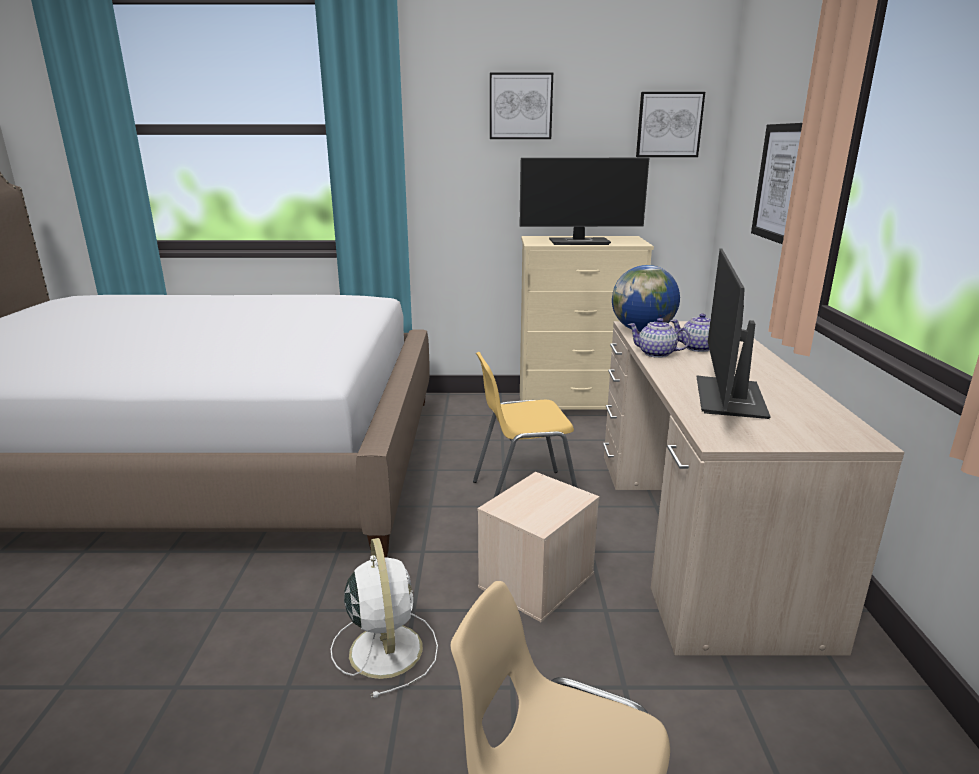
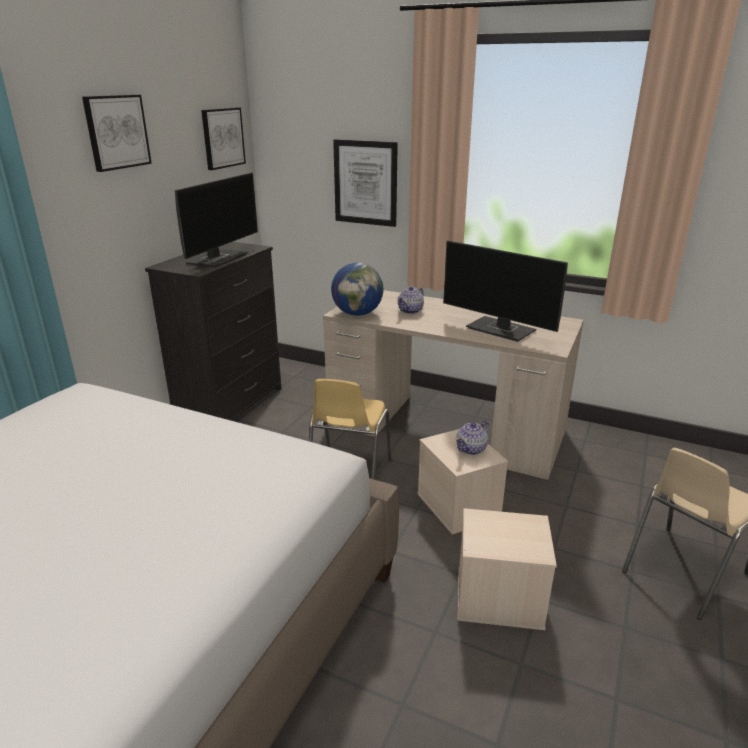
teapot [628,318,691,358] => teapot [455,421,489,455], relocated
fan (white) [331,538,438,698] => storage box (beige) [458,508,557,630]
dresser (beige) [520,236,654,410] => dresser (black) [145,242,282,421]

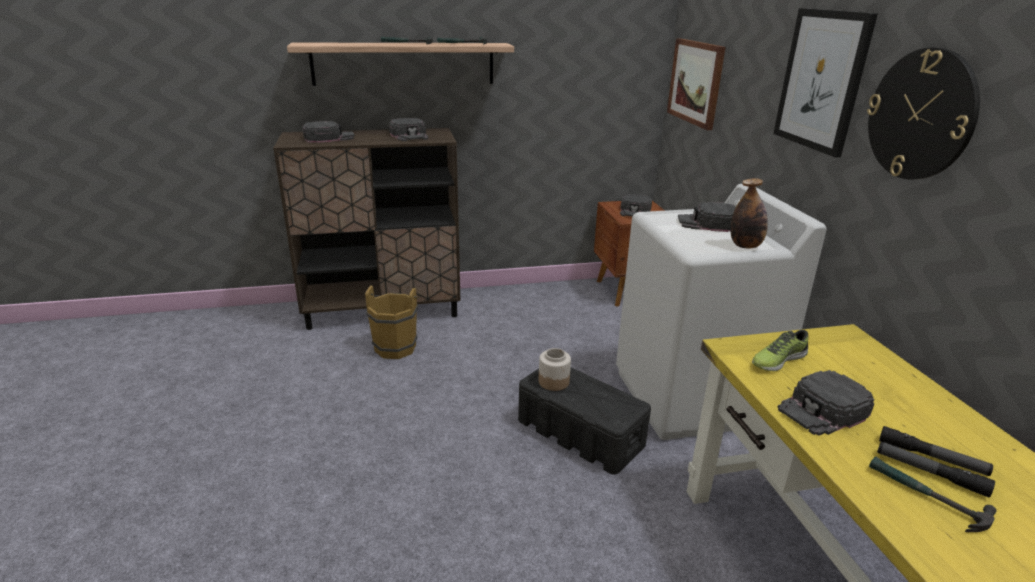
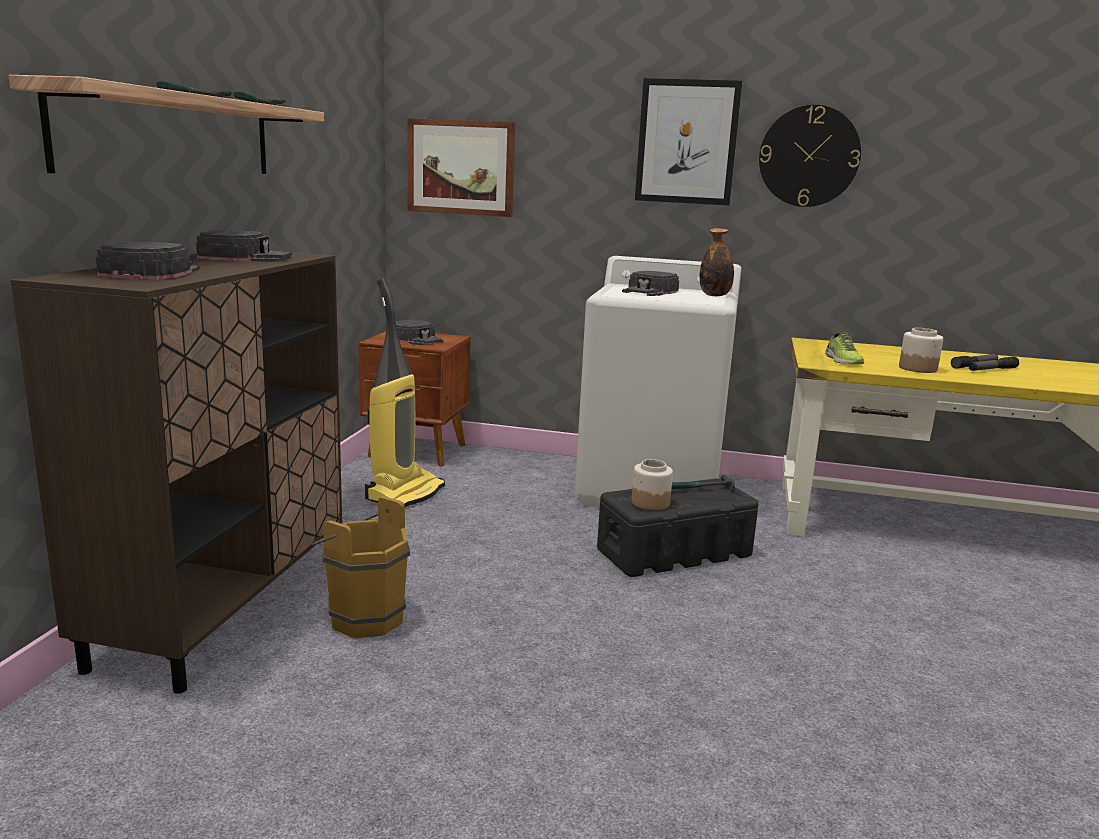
nothing => vacuum cleaner [365,278,445,507]
hammer [869,457,996,532] => hammer [672,475,735,492], relocated
cap (black) [777,370,875,436] => jar [899,328,943,373]

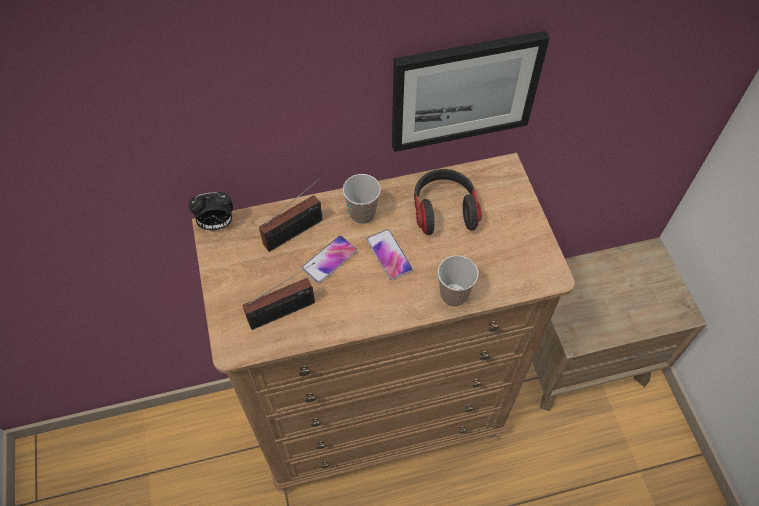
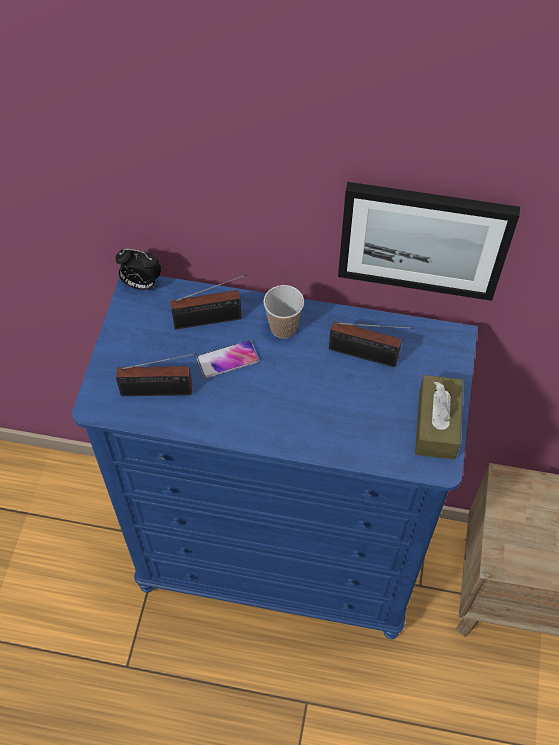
phone [367,229,413,280] => nothing
cup [437,255,479,306] => nothing
nothing => tissue box (brown) [415,375,463,460]
headphones [414,169,482,235] => radio [329,321,413,367]
dresser (brown) [192,153,575,494] => dresser (blue) [72,276,478,639]

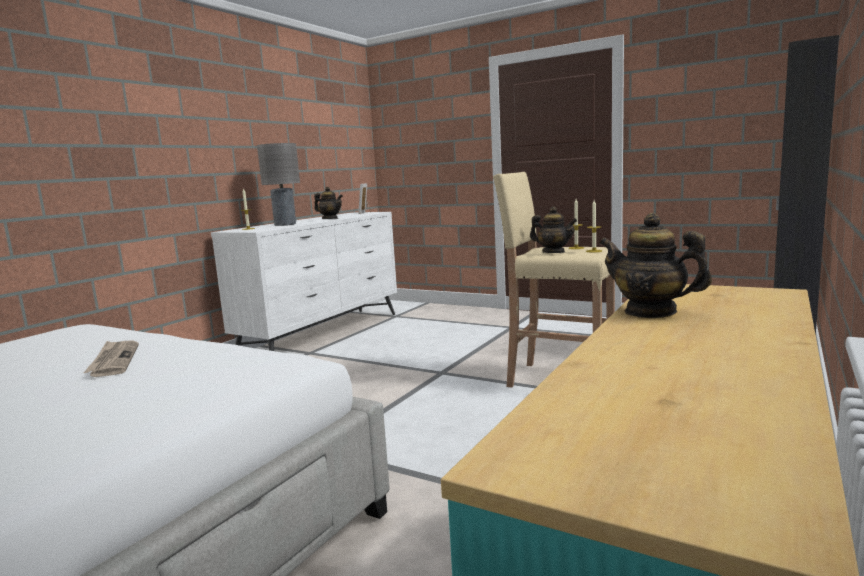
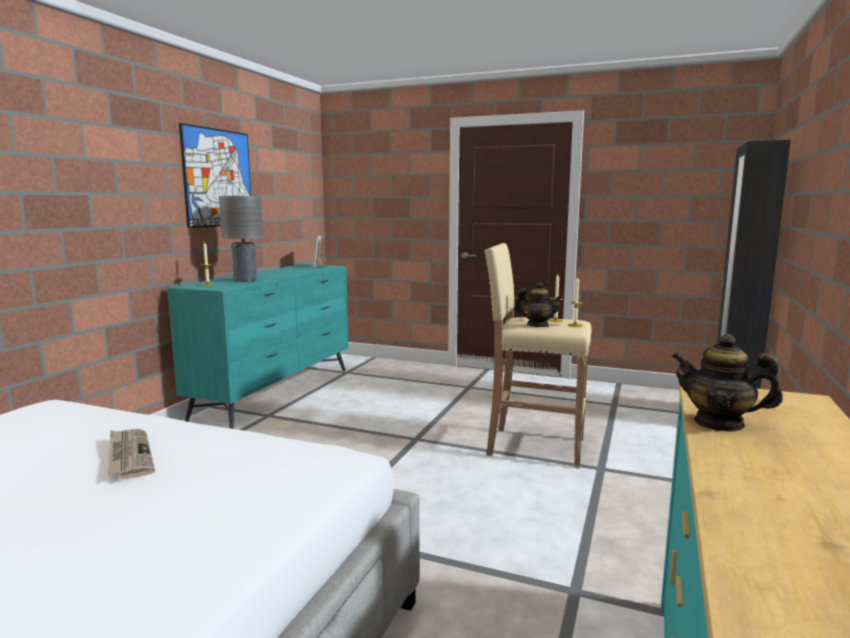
teapot [314,187,343,219] => nothing
nothing => picture [179,123,251,228]
dresser (white) [211,212,397,351] => dresser (turquoise) [167,264,348,429]

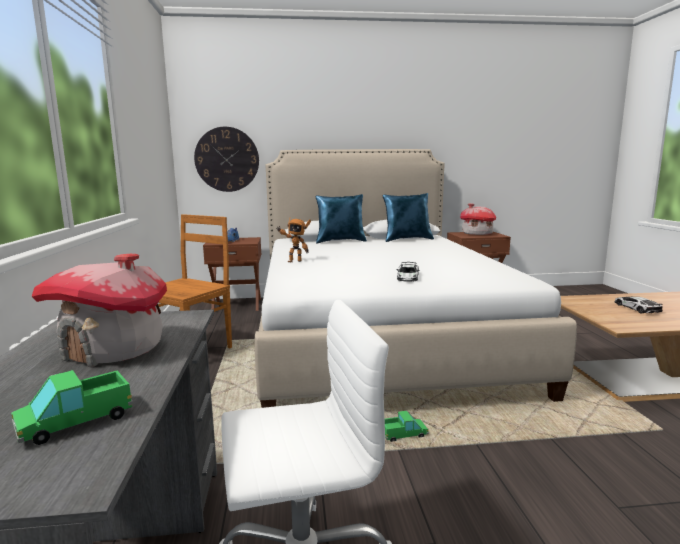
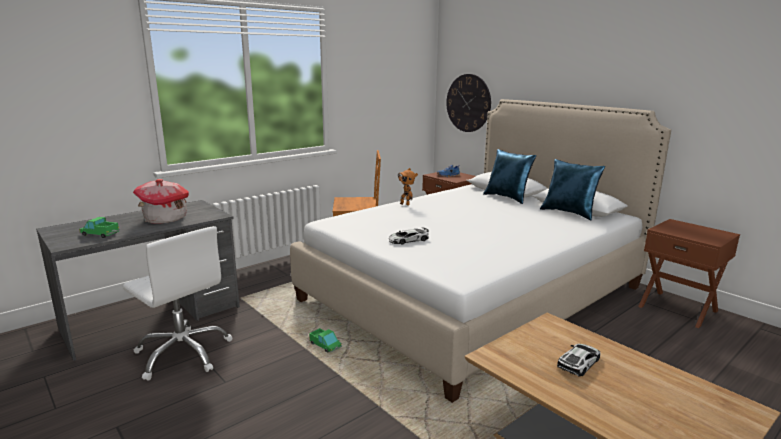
toy house [460,203,496,235] => nothing

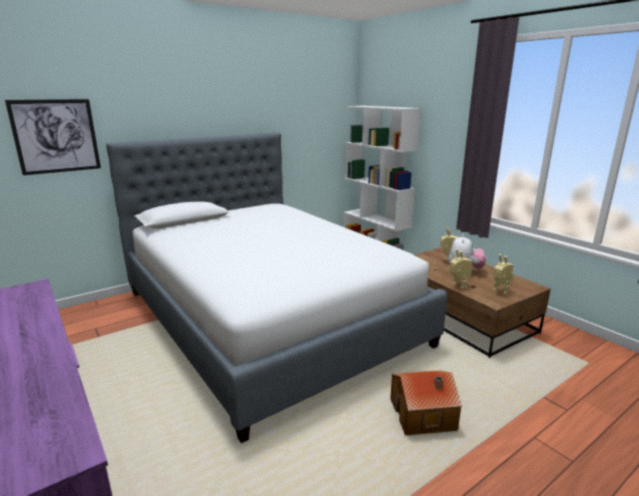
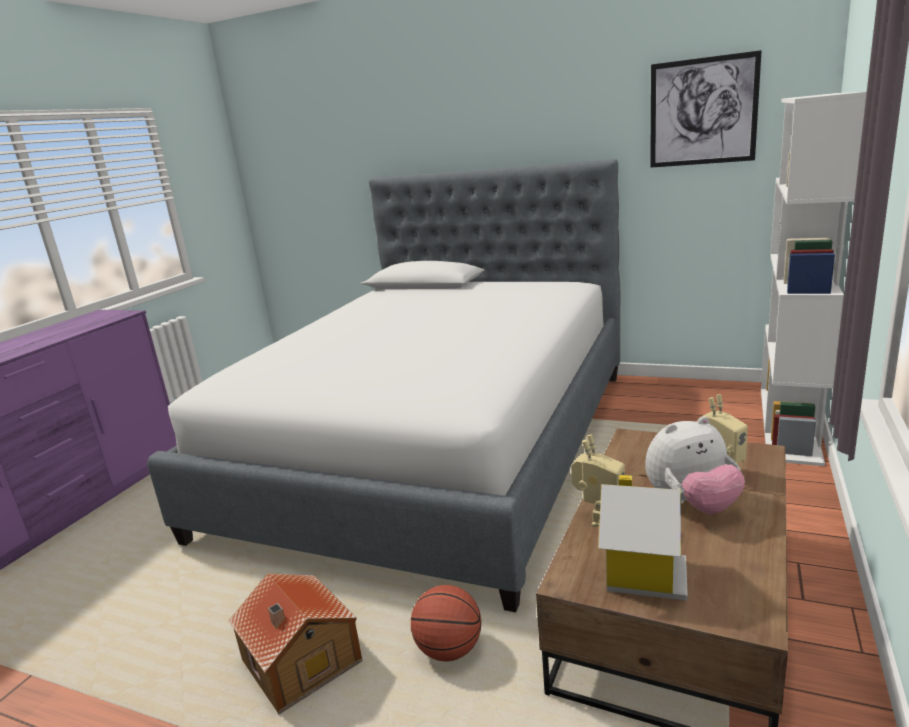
nothing => basketball [411,585,481,661]
picture [5,99,101,175] => picture [650,50,762,168], relocated
toy robot [493,254,514,294] => toy house [598,475,688,601]

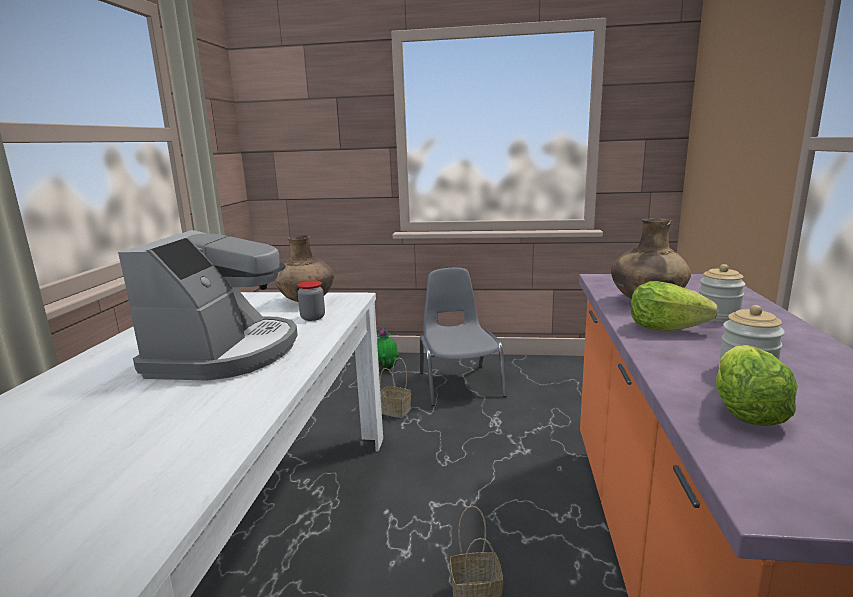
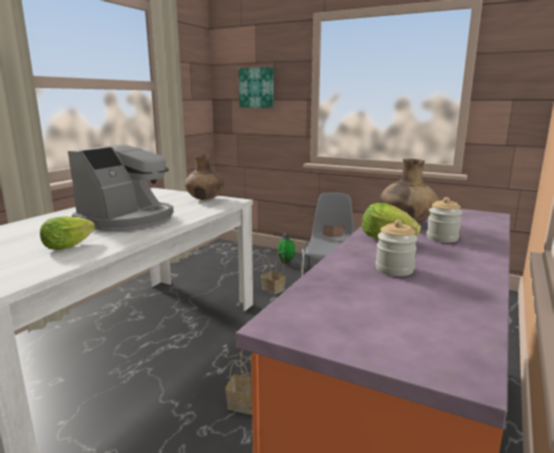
jar [297,281,325,321] => nothing
nothing => picture [239,67,274,108]
lettuce [716,345,798,426] => lettuce [40,216,95,250], relocated

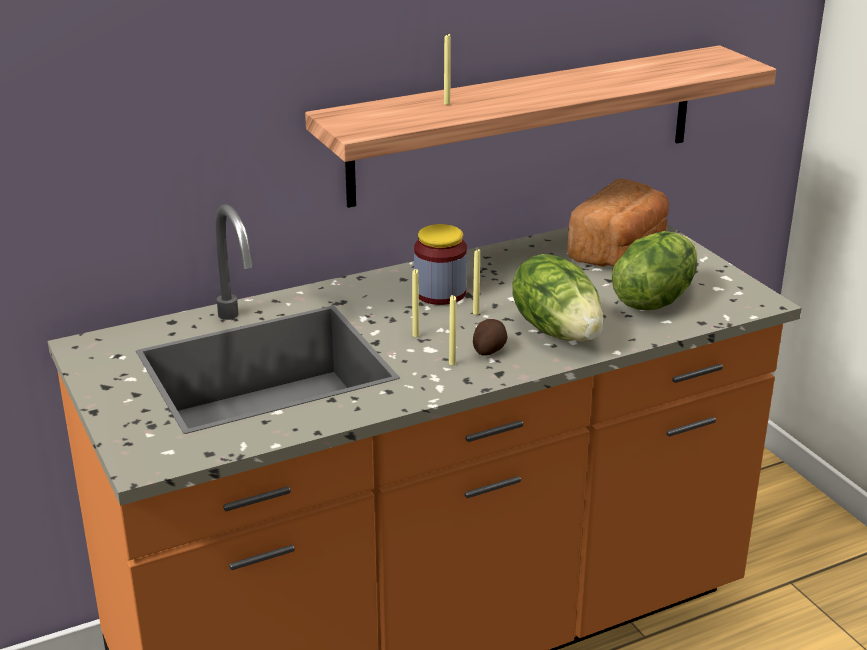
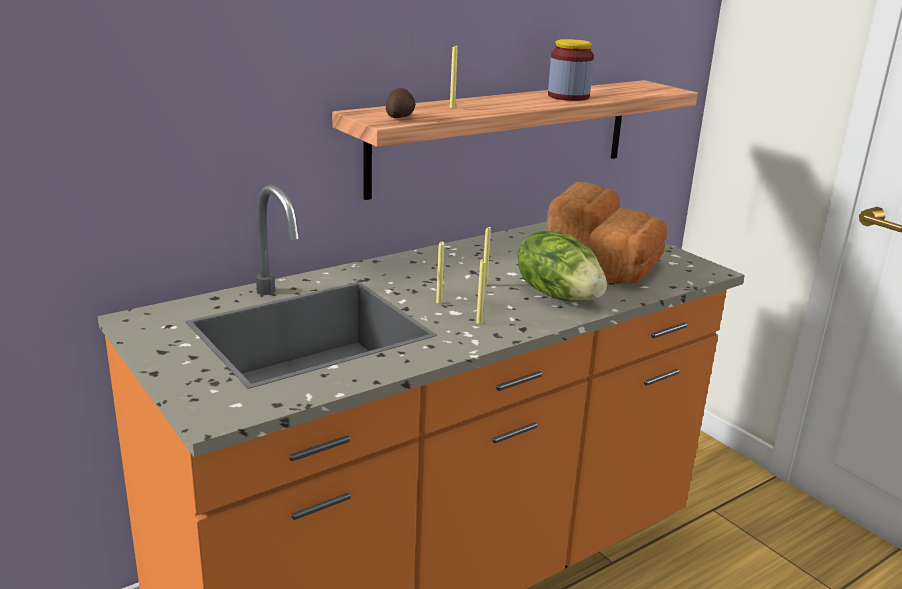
jar [414,224,467,305] => jar [548,39,594,101], relocated
potato [473,319,507,356] => potato [386,88,416,118], relocated
lettuce [612,231,697,310] => bread [588,208,667,284]

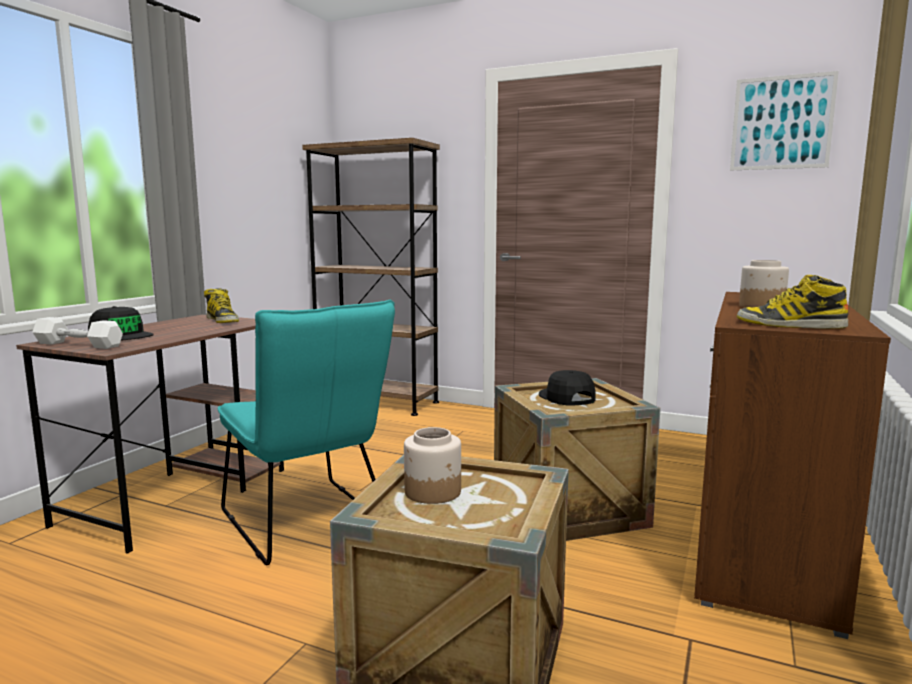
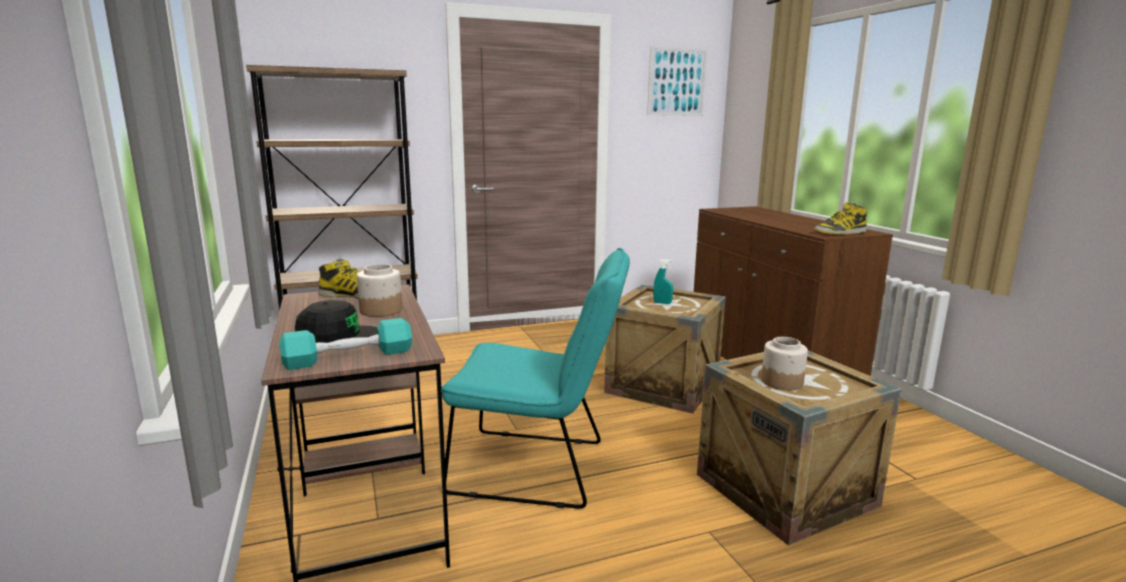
jar [739,260,789,308] => jar [357,264,402,317], relocated
cap (black) [539,370,595,406] => spray bottle (turquoise) [653,259,673,304]
dumbbell (white) [32,317,123,349] => dumbbell (turquoise) [279,318,412,370]

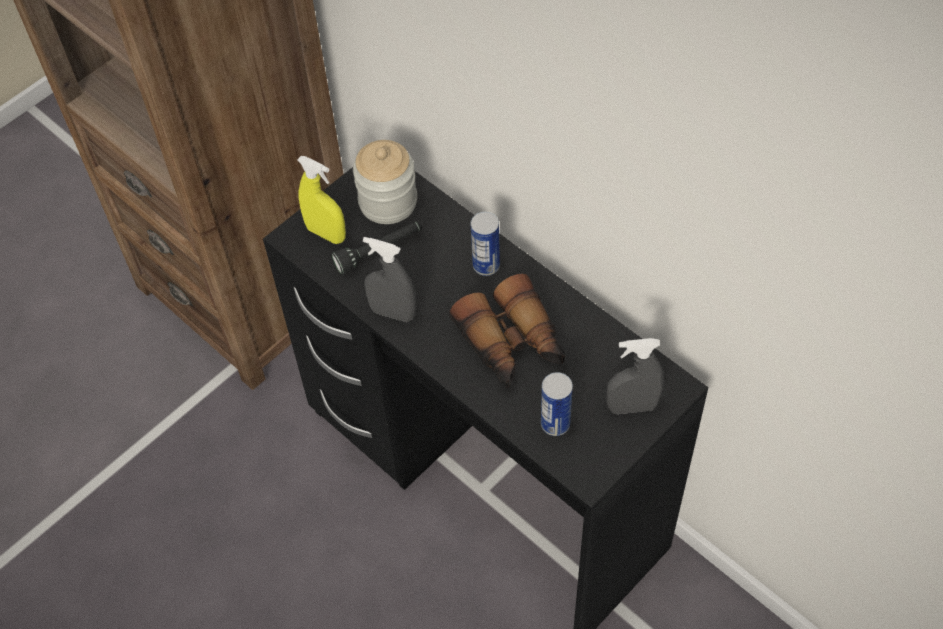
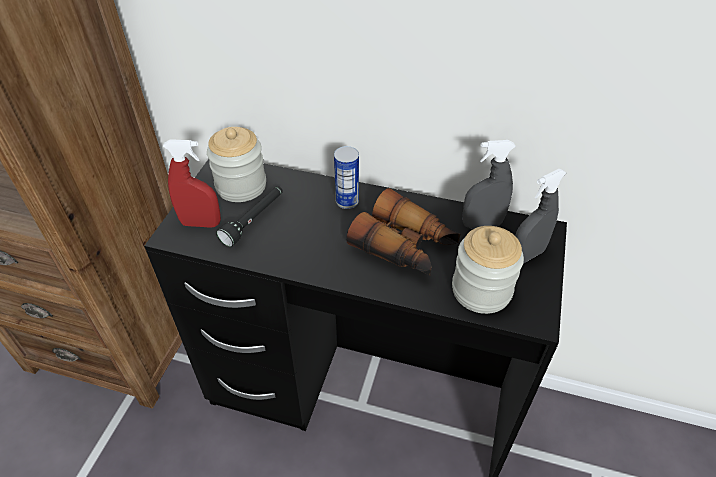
spray bottle (grey) [363,237,416,322] => spray bottle (grey) [462,140,516,228], relocated
can [541,372,573,436] => jar [452,226,524,314]
spray bottle (yellow) [297,156,346,244] => spray bottle (red) [163,139,221,228]

